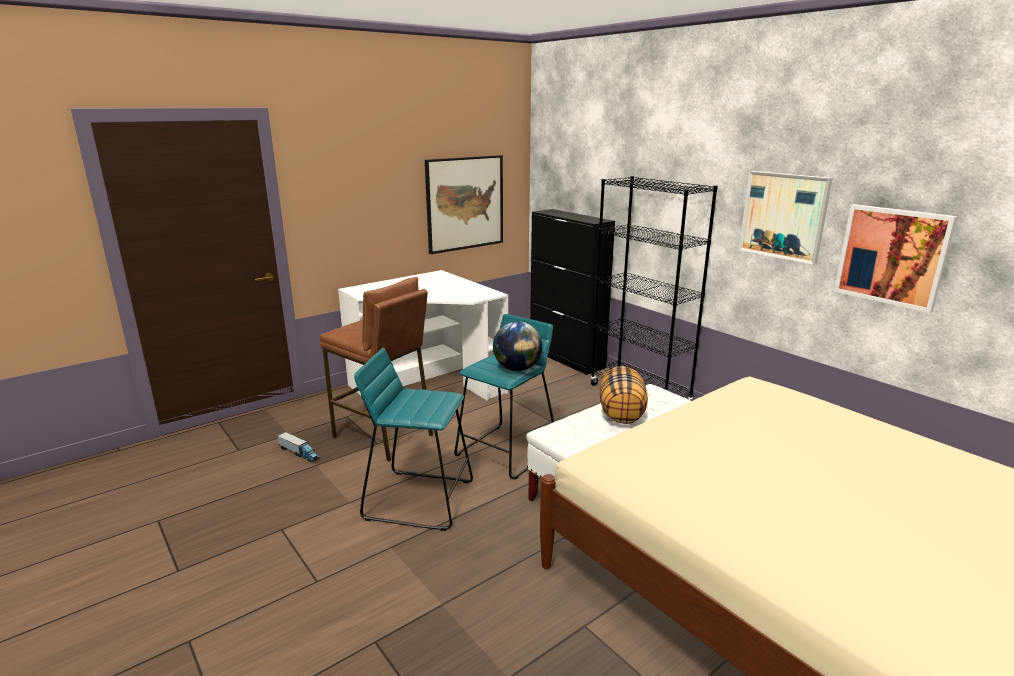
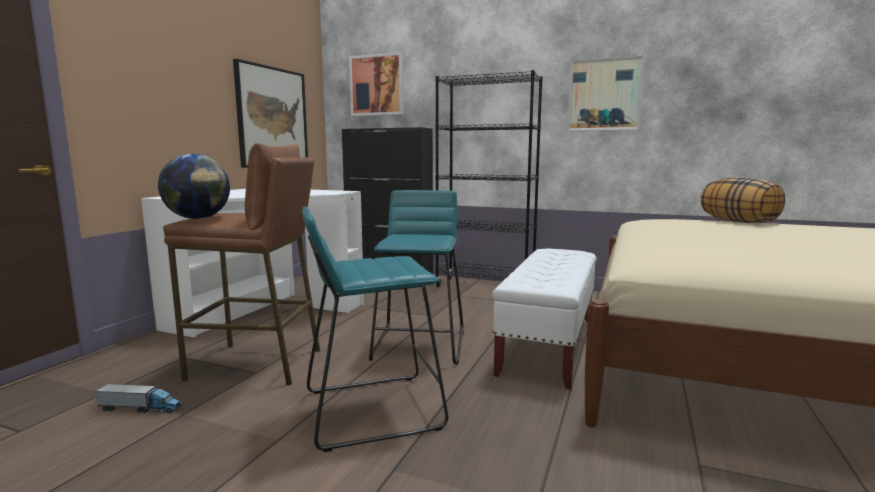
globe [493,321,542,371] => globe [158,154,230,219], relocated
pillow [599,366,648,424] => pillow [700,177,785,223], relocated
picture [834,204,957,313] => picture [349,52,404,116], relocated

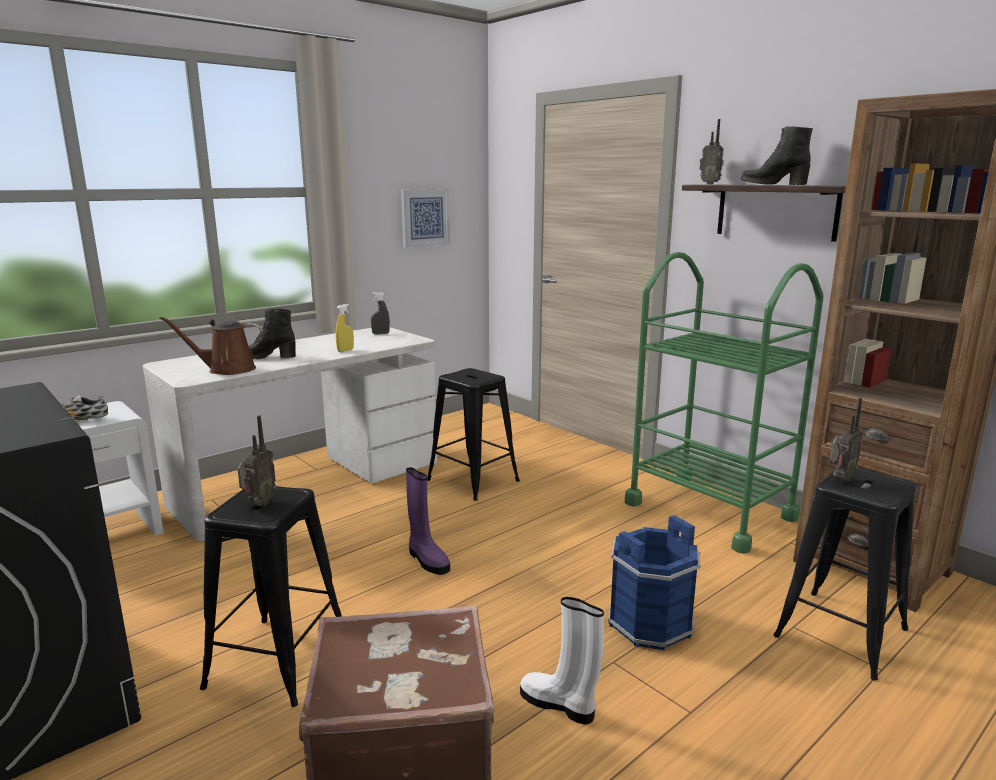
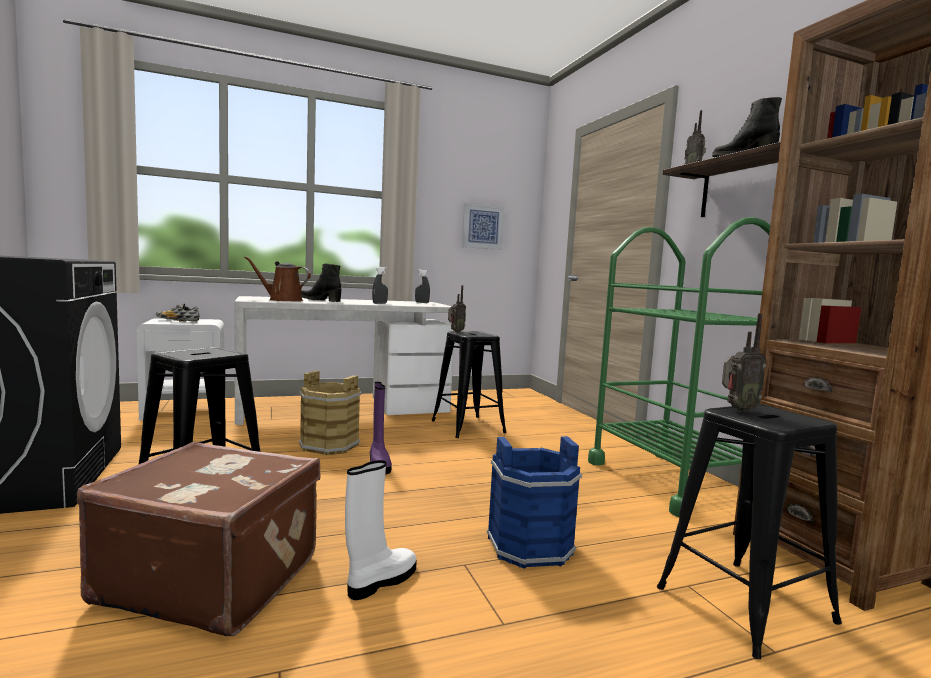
nothing => bucket (brown) [299,371,361,455]
radio [238,415,277,506] => radio [448,285,466,332], relocated
spray bottle (yellow) [336,304,354,352] => spray bottle (grey) [372,267,388,304]
boot (white) [520,597,604,725] => boot (white) [345,460,417,600], 75 degrees clockwise

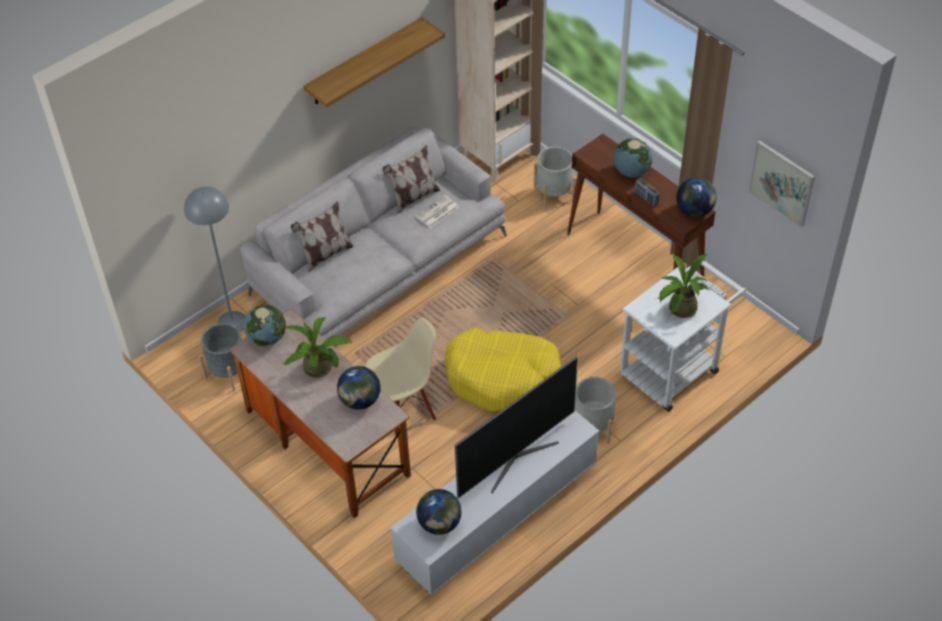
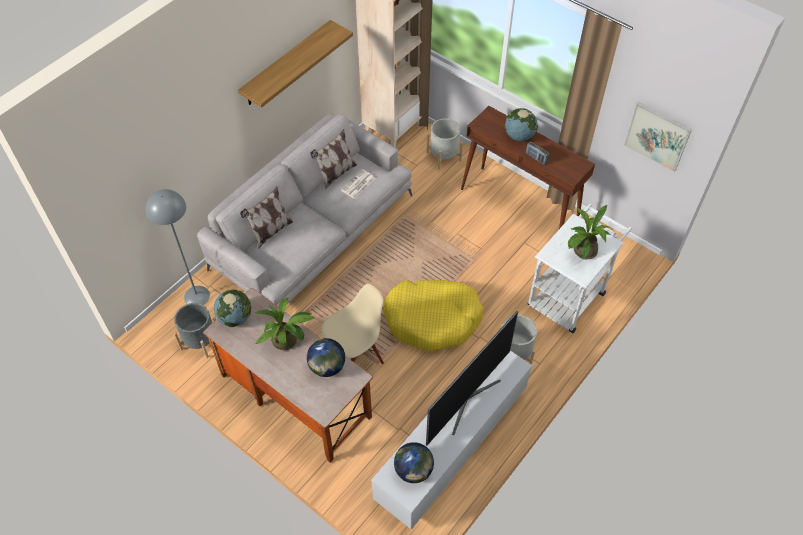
globe [676,177,717,217] => nothing

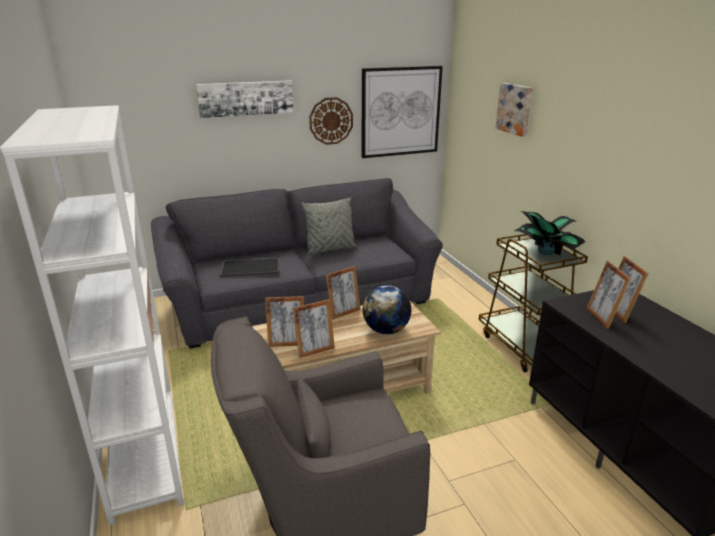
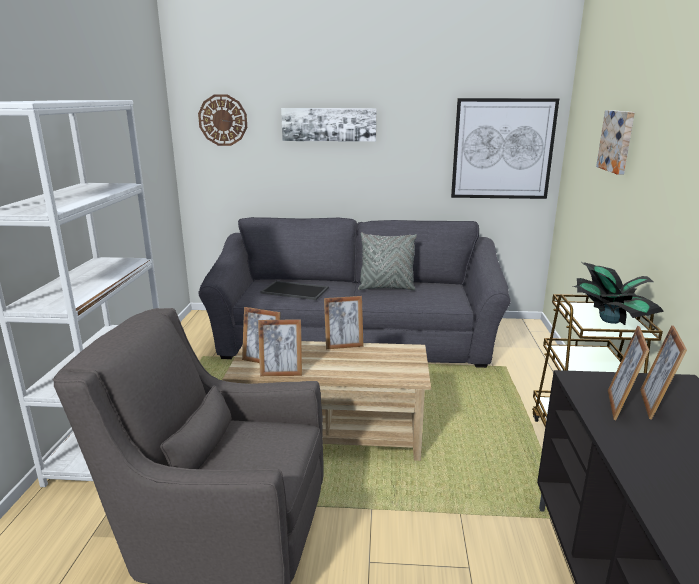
globe [363,285,411,334] => nothing
wall clock [309,97,353,145] => wall clock [198,94,247,146], relocated

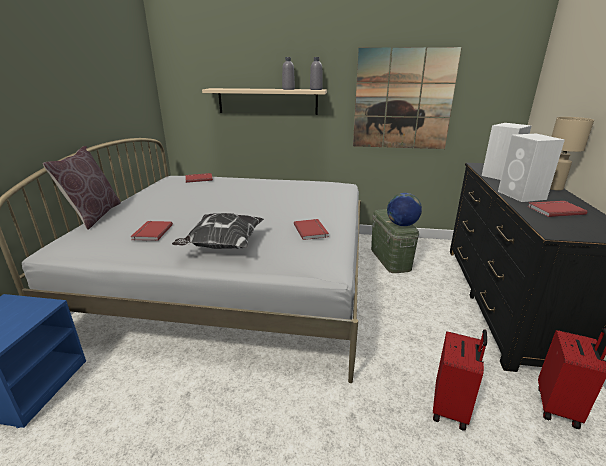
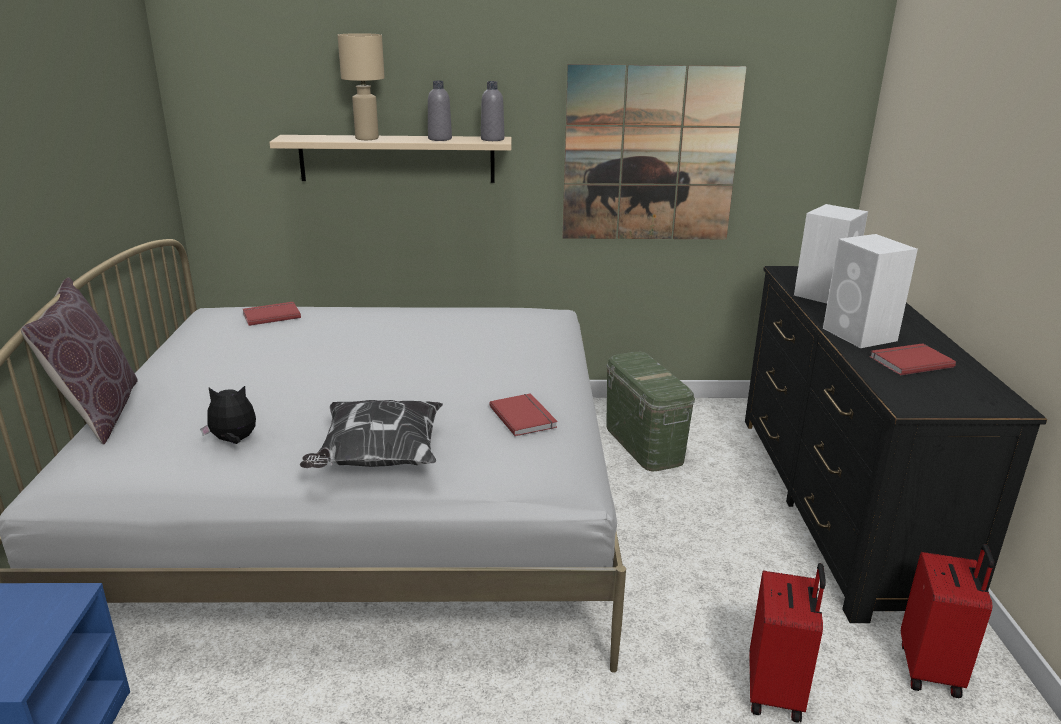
globe [387,193,422,226] => nothing
table lamp (beige) [550,117,594,191] => table lamp (beige) [337,33,385,140], relocated
book (red) [131,221,173,241] => plush toy [200,386,256,444]

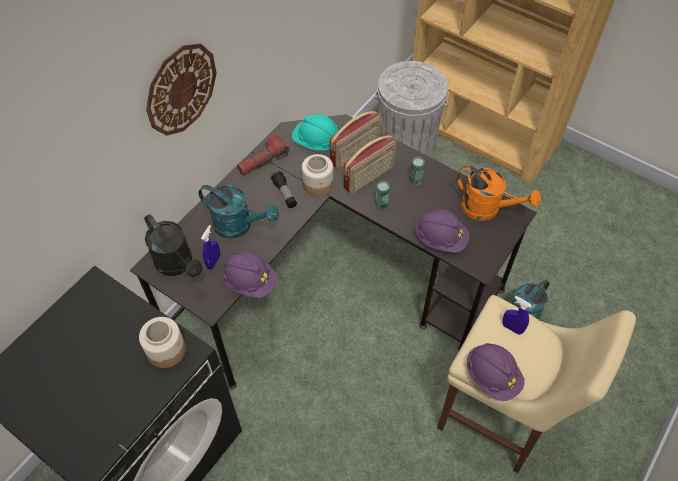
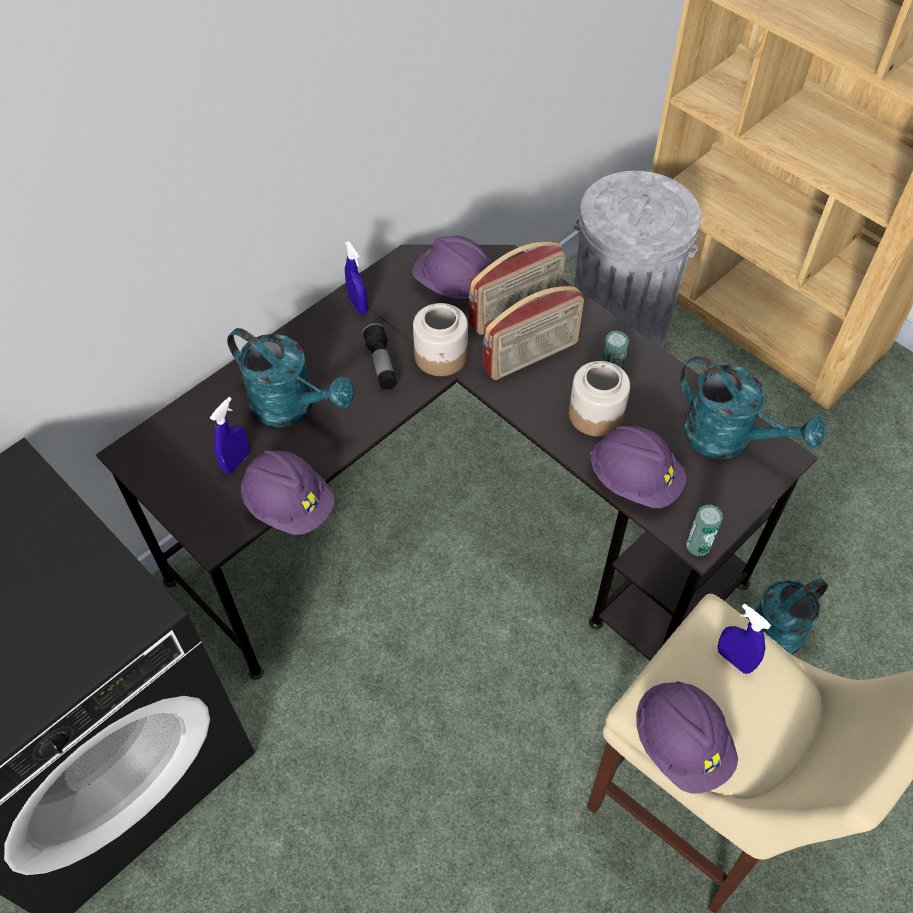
watering can (black) [144,214,202,277] => nothing
wall clock [146,43,217,136] => nothing
jar [139,317,186,368] => jar [569,361,630,436], relocated
can [375,181,390,211] => can [686,504,723,557], relocated
flashlight [237,135,290,176] => spray bottle (blue) [345,241,368,315]
hard hat (turquoise) [292,114,339,150] => hard hat (purple) [412,236,491,300]
watering can (orange) [457,166,541,221] => watering can (turquoise) [680,357,825,459]

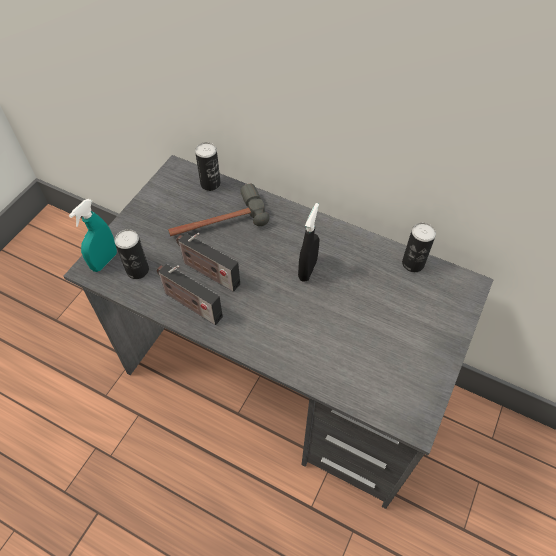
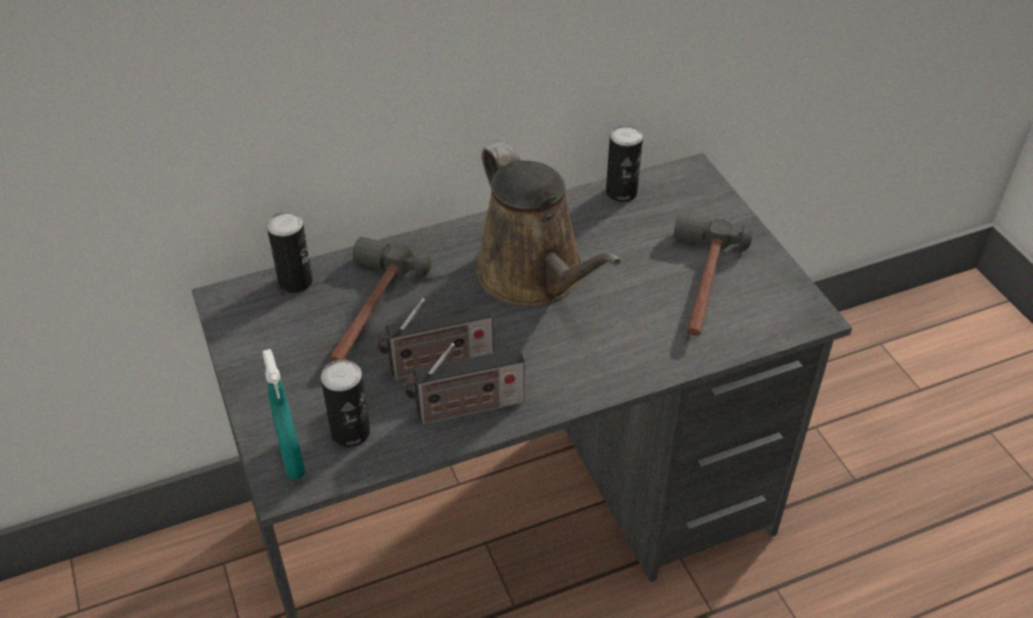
nothing => hammer [673,213,752,336]
spray bottle (black) [298,203,320,282] => watering can (brown) [476,142,621,307]

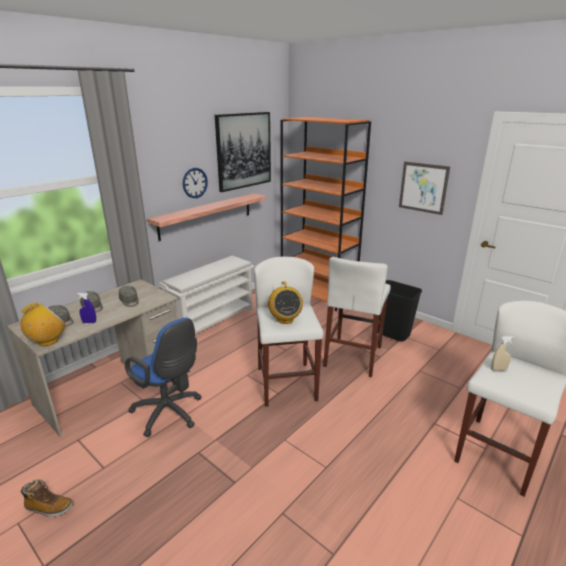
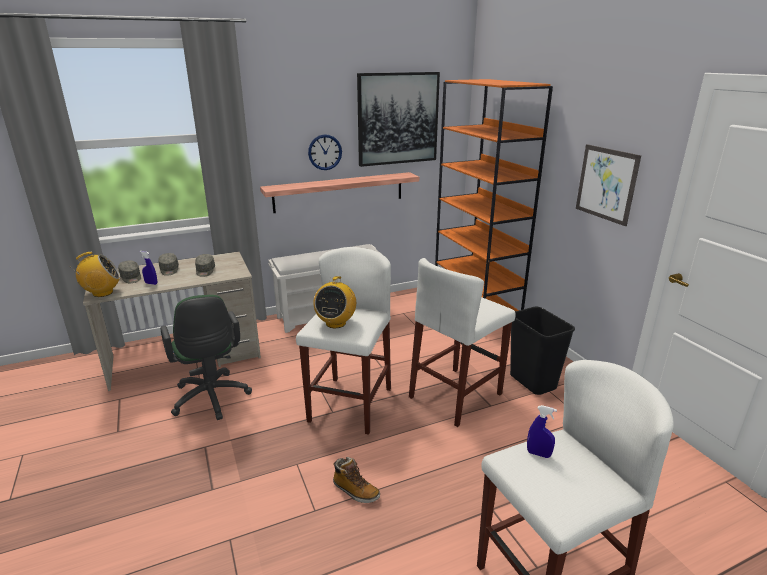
boot [21,480,73,517] => boot [333,457,380,503], relocated
office chair (blue) [125,317,202,437] => office chair (green) [160,295,252,420]
spray bottle (beige) [491,336,514,371] => spray bottle (blue) [527,405,557,458]

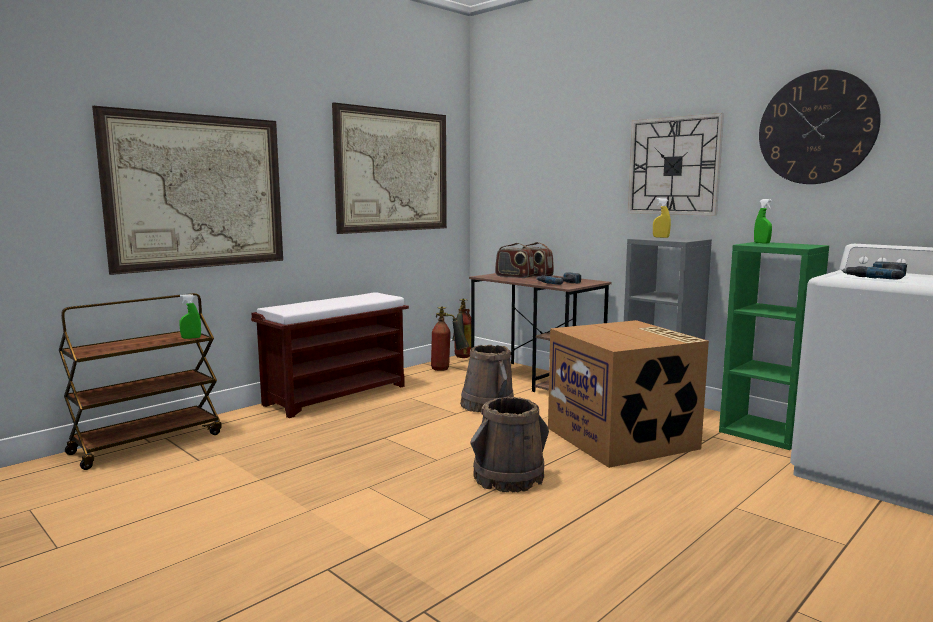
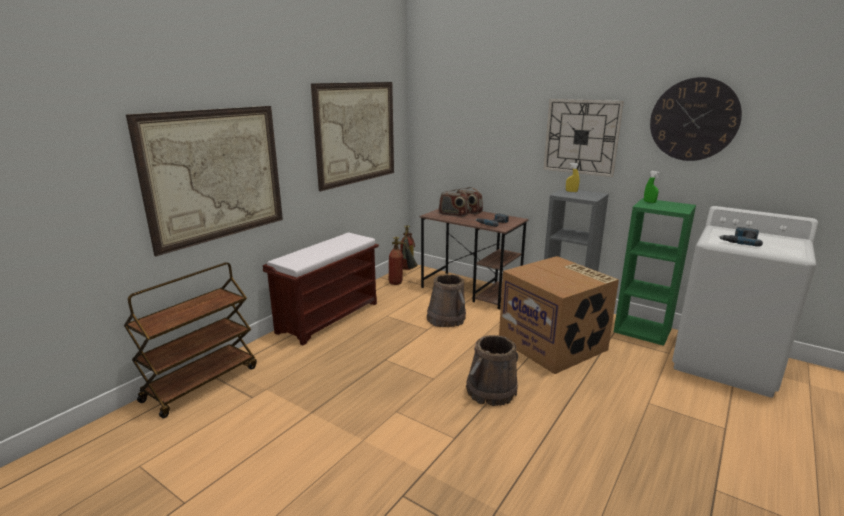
spray bottle (green) [179,294,201,339] => nothing

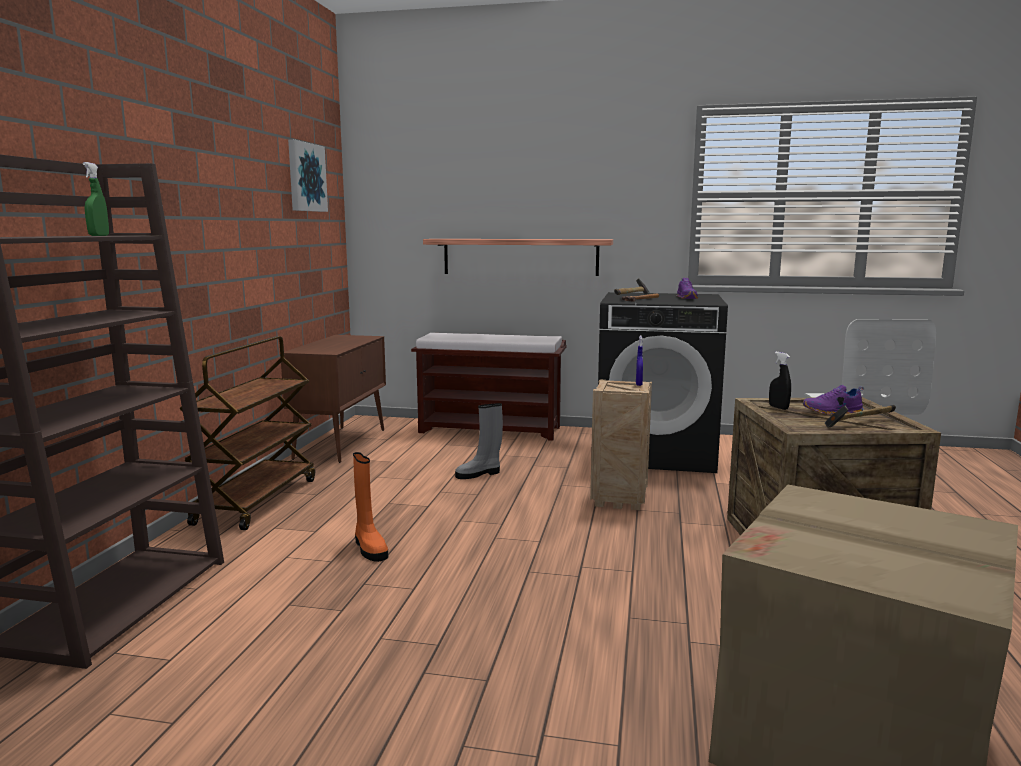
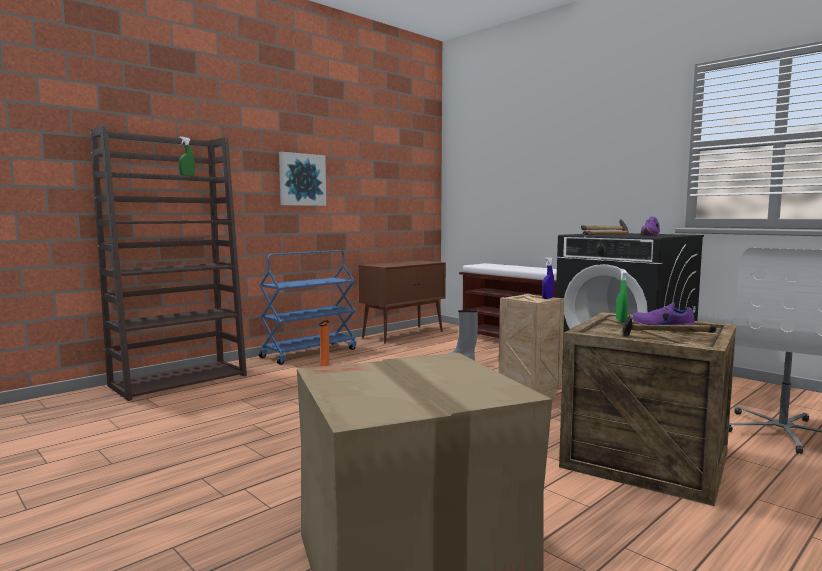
shelf [423,239,613,276] => nothing
picture [288,139,328,212] => picture [279,152,326,206], relocated
cart (brown) [179,336,315,530] => cart (blue) [259,250,357,365]
spray bottle (black) [769,352,791,410] => spray bottle (green) [616,269,628,323]

